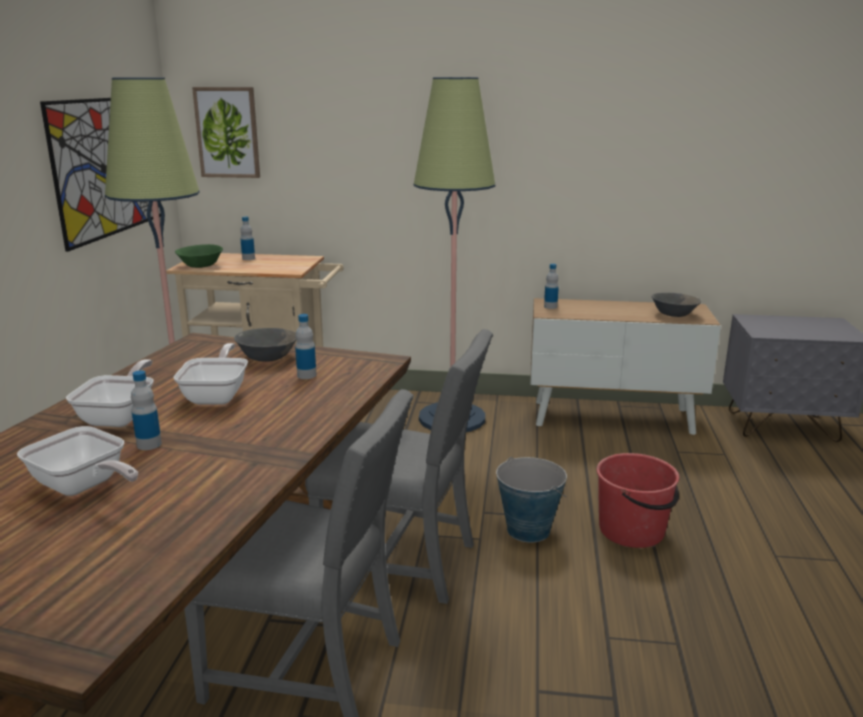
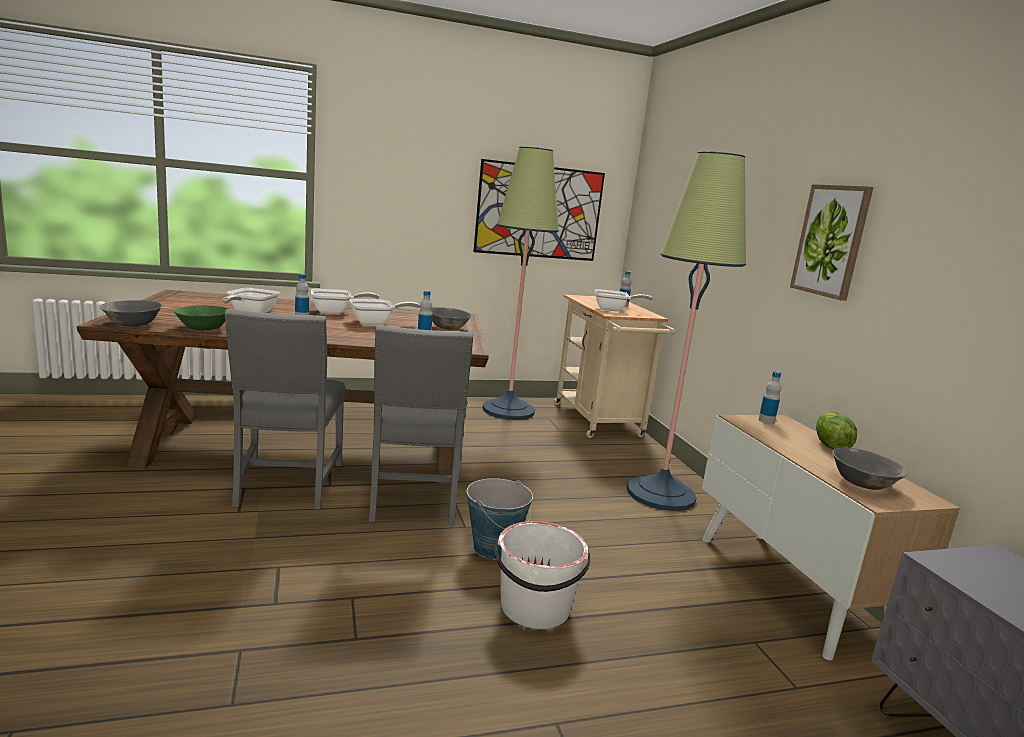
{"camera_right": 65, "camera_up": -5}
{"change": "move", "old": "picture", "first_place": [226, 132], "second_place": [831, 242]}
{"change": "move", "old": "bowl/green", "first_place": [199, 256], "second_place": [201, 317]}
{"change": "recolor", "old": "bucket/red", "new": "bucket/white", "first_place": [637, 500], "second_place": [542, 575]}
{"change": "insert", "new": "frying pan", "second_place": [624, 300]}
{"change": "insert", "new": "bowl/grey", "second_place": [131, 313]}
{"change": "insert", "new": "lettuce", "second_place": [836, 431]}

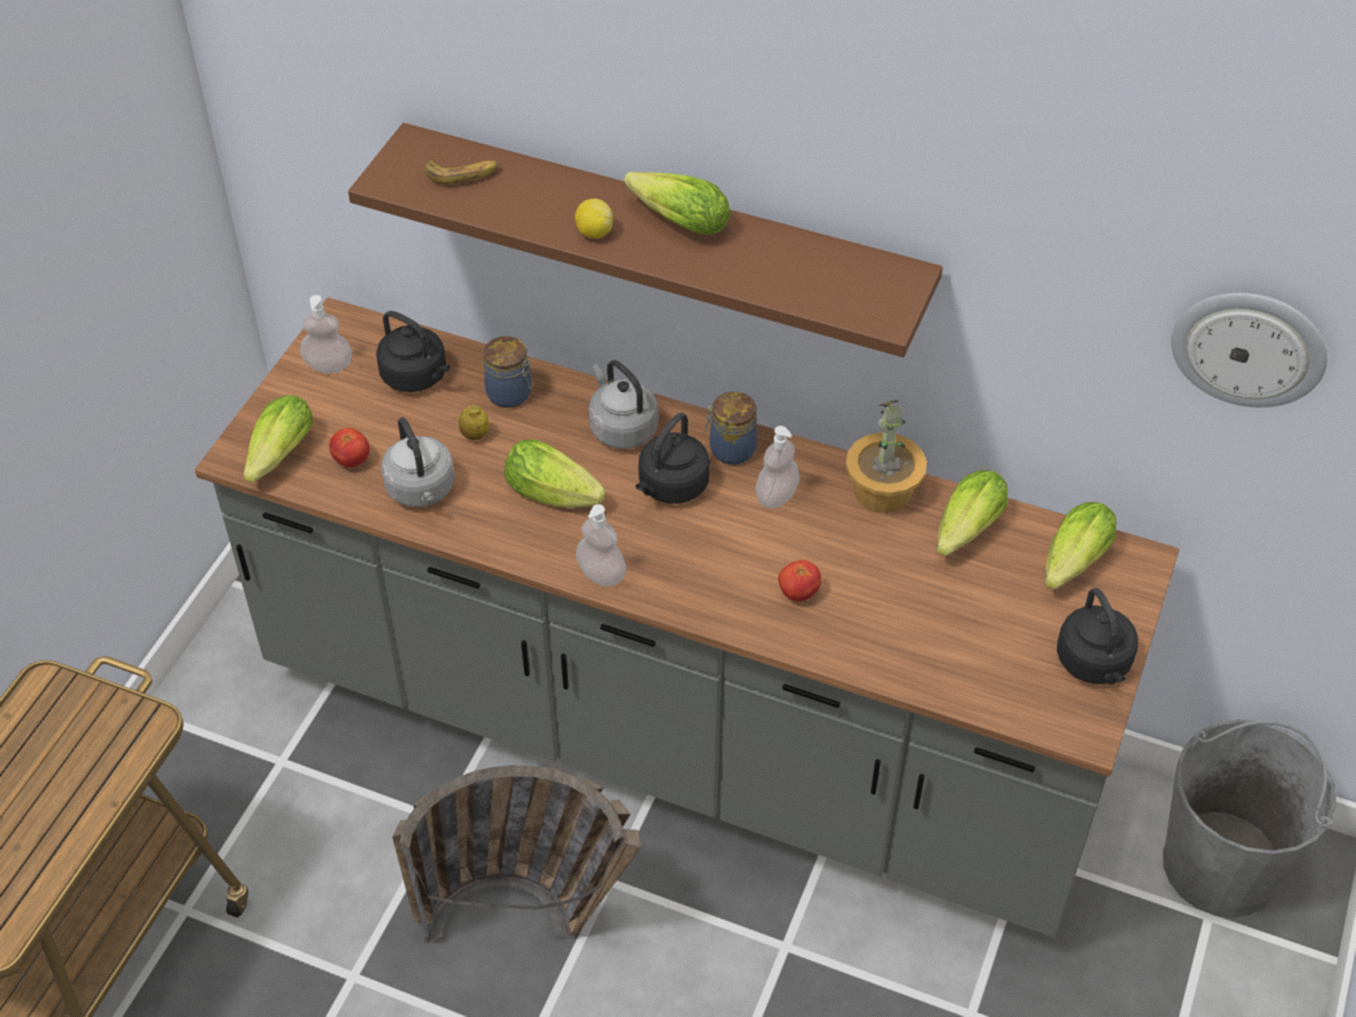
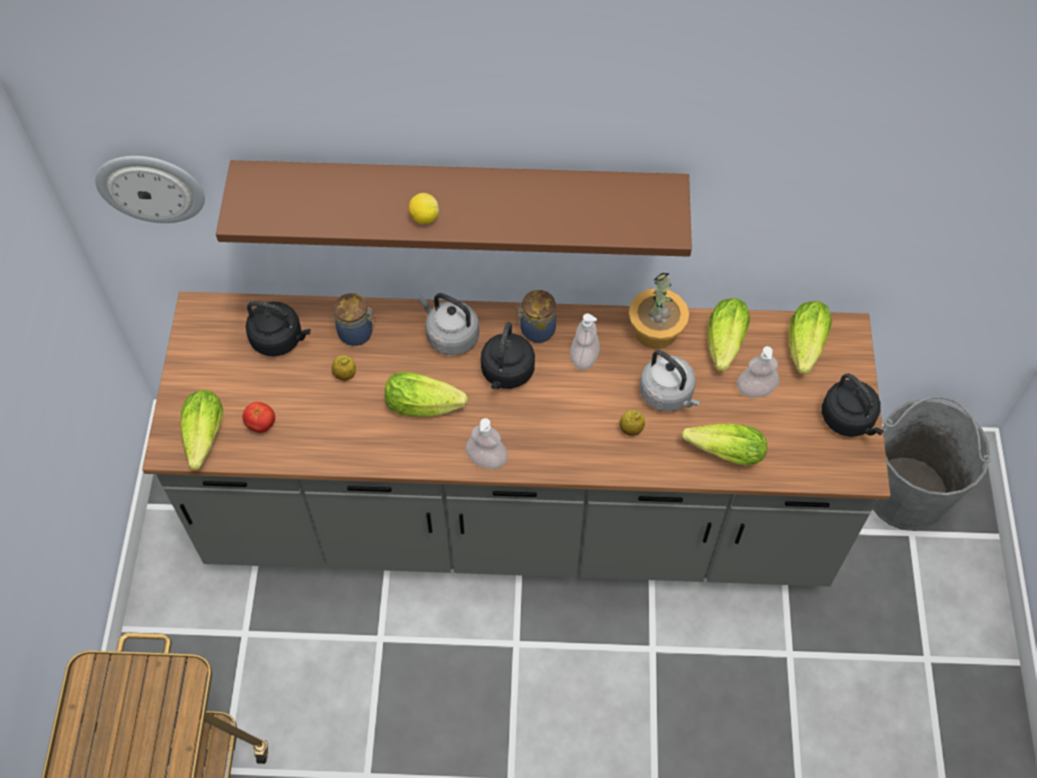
{"camera_right": -20, "camera_up": 10}
{"change": "delete", "old": "banana", "first_place": [462, 172]}
{"change": "move", "old": "lettuce", "first_place": [677, 203], "second_place": [724, 444]}
{"change": "move", "old": "wall clock", "first_place": [1249, 350], "second_place": [150, 189]}
{"change": "move", "old": "soap dispenser", "first_place": [326, 334], "second_place": [758, 372]}
{"change": "move", "old": "kettle/grey", "first_place": [418, 462], "second_place": [670, 380]}
{"change": "replace", "old": "tomato", "new": "lemon", "first_place": [799, 581], "second_place": [632, 423]}
{"change": "delete", "old": "basket", "first_place": [516, 854]}

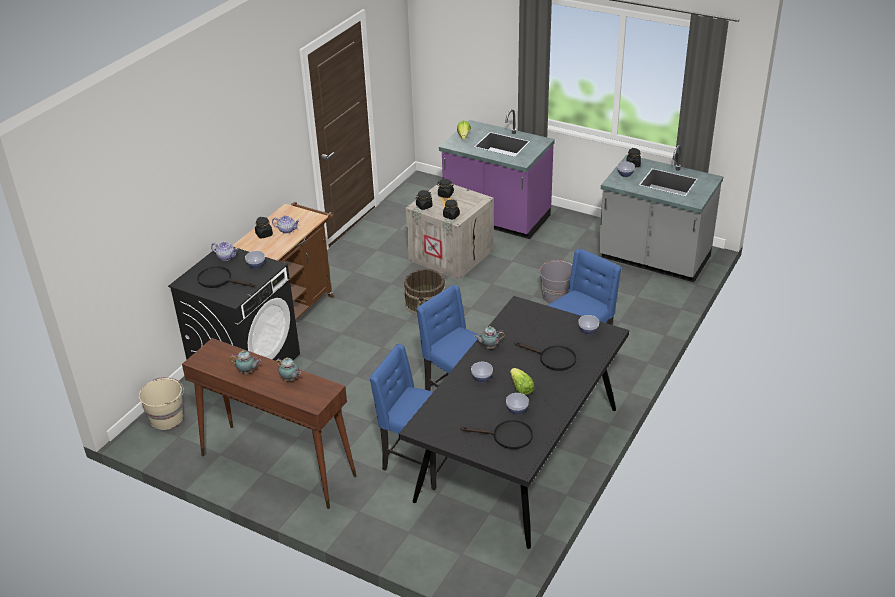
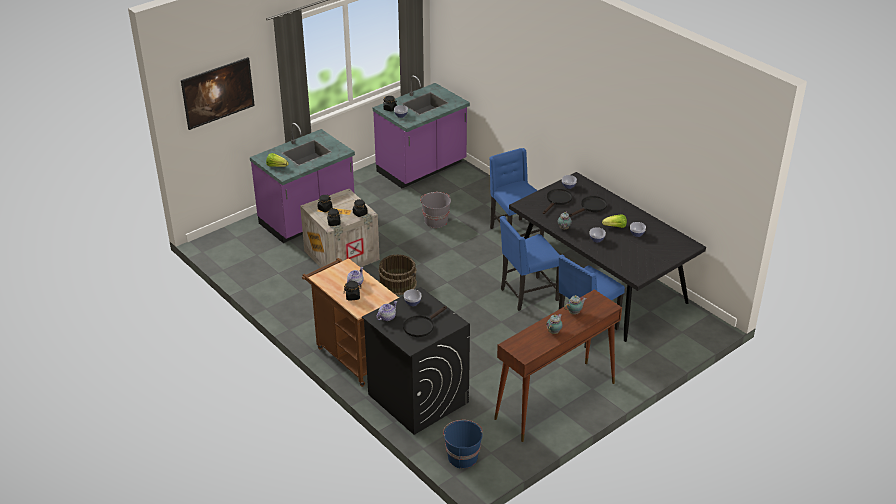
{"camera_right": -70, "camera_up": 0}
{"change": "recolor", "old": "counter/grey", "new": "counter/purple", "first_place": [661, 213], "second_place": [421, 131]}
{"change": "recolor", "old": "bucket/beige", "new": "bucket/blue", "first_place": [161, 403], "second_place": [463, 444]}
{"change": "move", "old": "frying pan/black", "first_place": [497, 434], "second_place": [557, 201]}
{"change": "insert", "new": "picture", "second_place": [218, 93]}

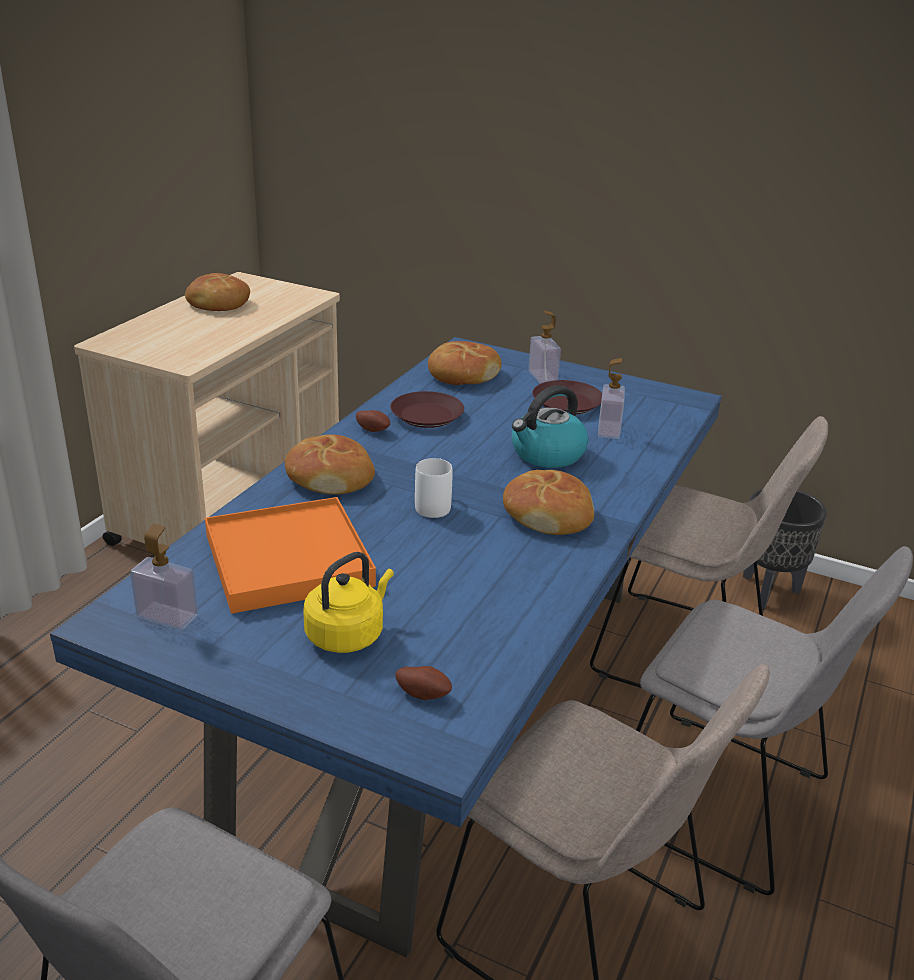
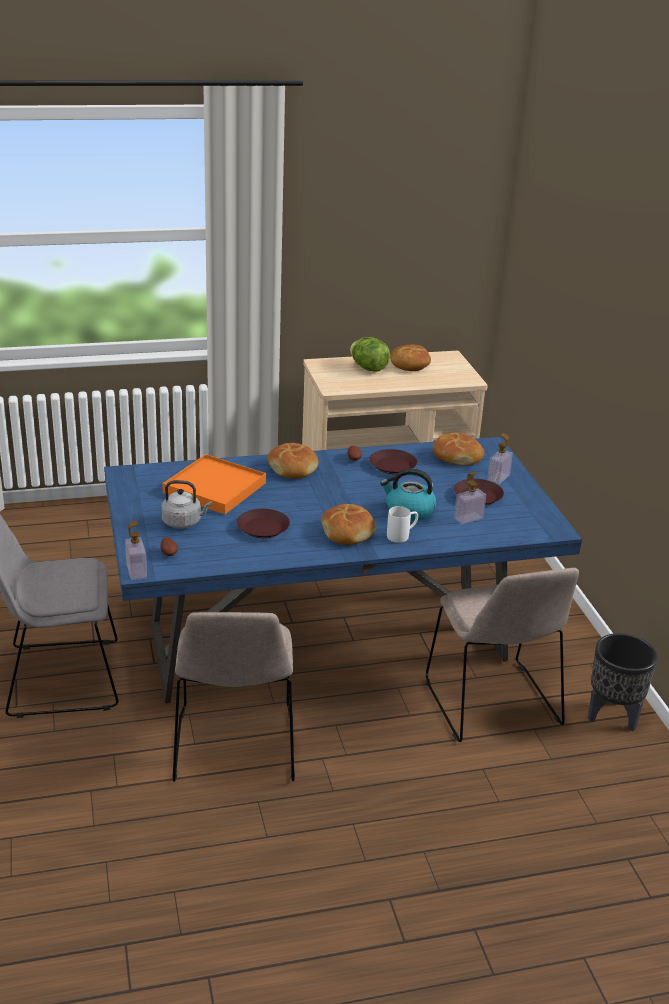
{"camera_right": 50, "camera_up": 0}
{"change": "move", "old": "mug/white", "first_place": [434, 488], "second_place": [402, 524]}
{"change": "move", "old": "soap dispenser", "first_place": [164, 577], "second_place": [136, 550]}
{"change": "delete", "old": "chair/grey", "first_place": [774, 720]}
{"change": "recolor", "old": "kettle/yellow", "new": "kettle/grey", "first_place": [348, 602], "second_place": [186, 504]}
{"change": "insert", "new": "lettuce", "second_place": [370, 354]}
{"change": "insert", "new": "plate/brown", "second_place": [263, 523]}

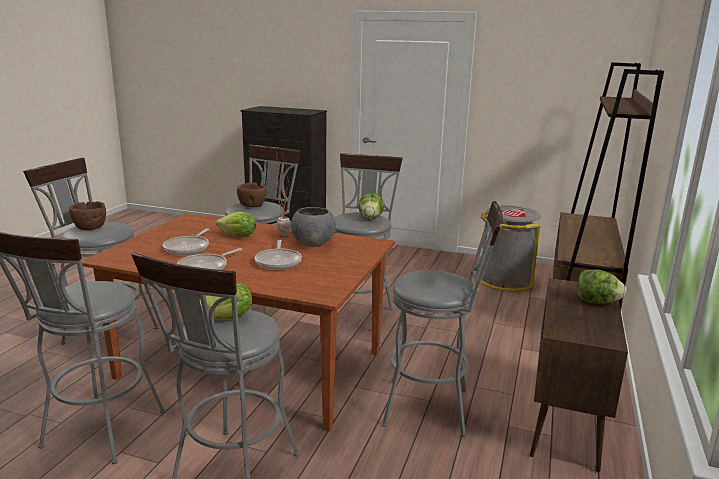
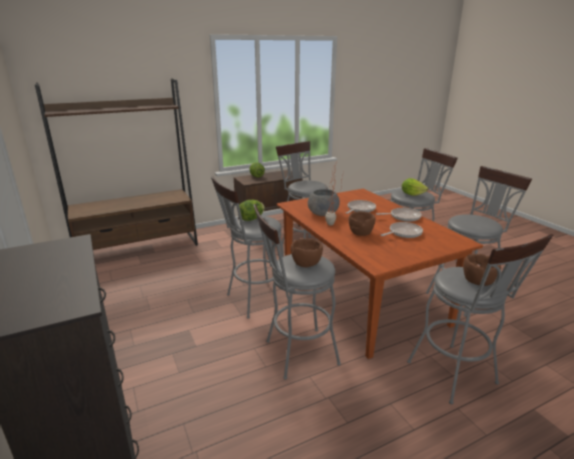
{"camera_right": -135, "camera_up": 5}
{"change": "delete", "old": "trash can/grey", "first_place": [511, 248]}
{"change": "replace", "old": "lettuce", "new": "bowl/brown", "first_place": [236, 224], "second_place": [361, 223]}

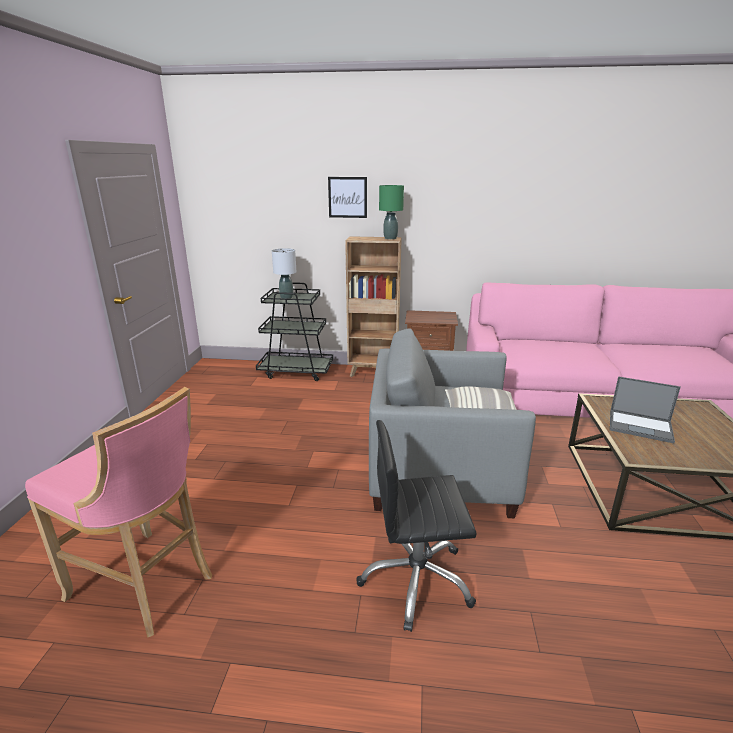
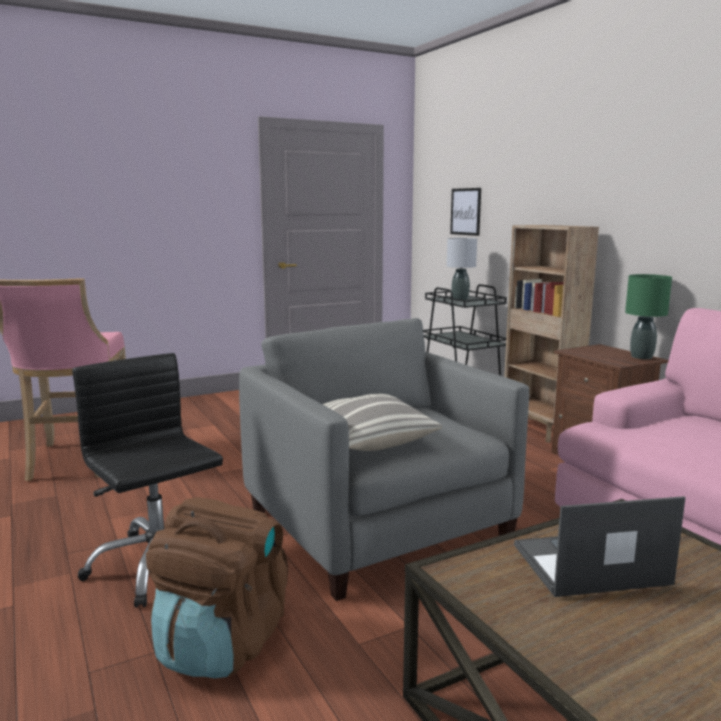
{"camera_right": 55, "camera_up": -10}
{"change": "move", "old": "picture", "first_place": [347, 197], "second_place": [465, 212]}
{"change": "move", "old": "table lamp/green", "first_place": [391, 212], "second_place": [648, 316]}
{"change": "rotate", "old": "laptop", "first_place": [645, 409], "second_place": [599, 546], "degrees": 90}
{"change": "insert", "new": "backpack/brown", "second_place": [217, 587]}

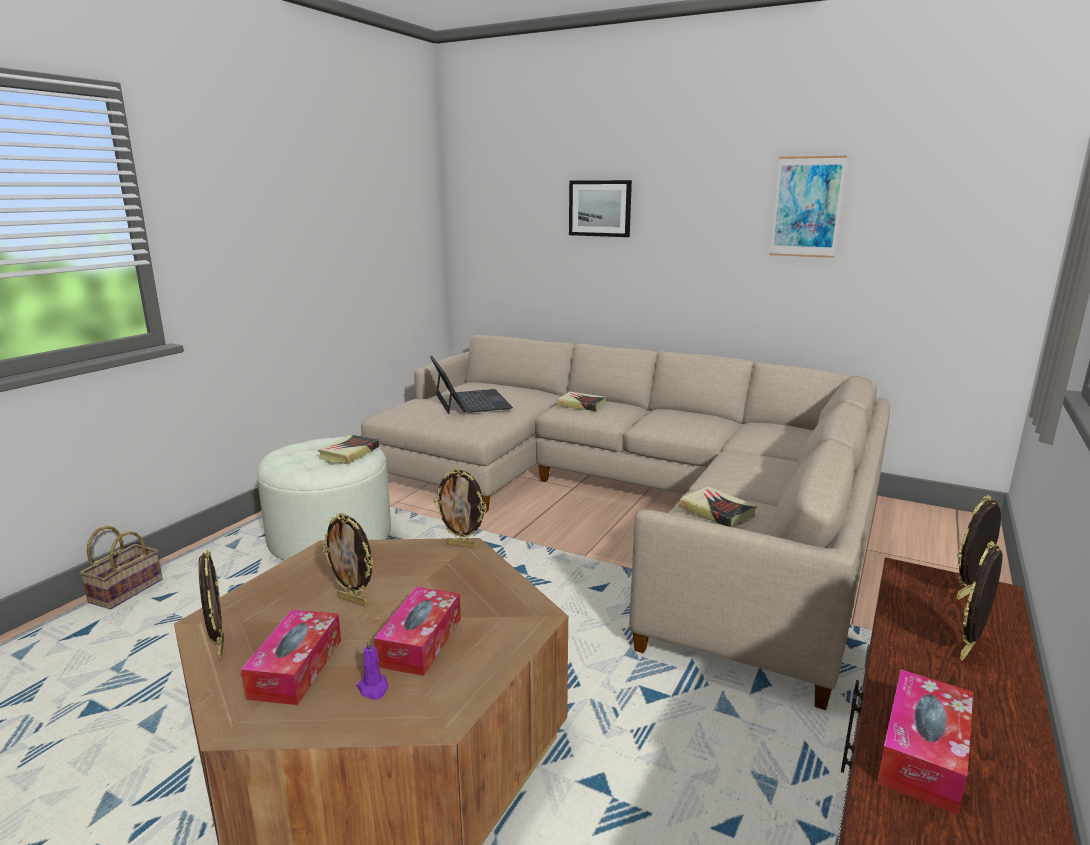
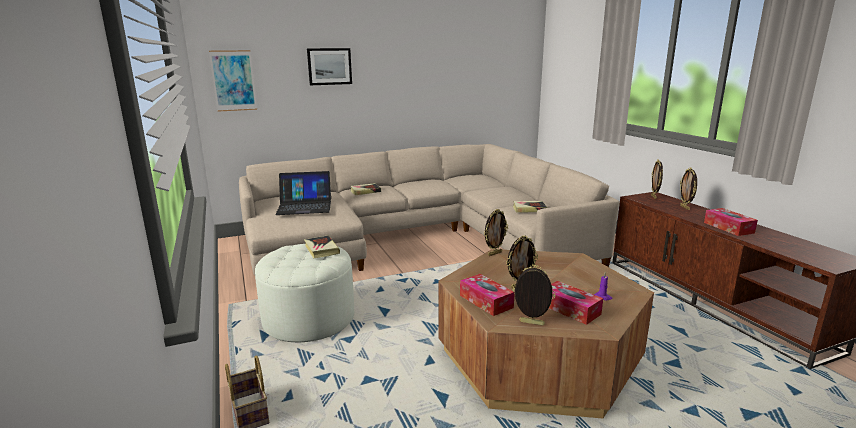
{"camera_right": -50, "camera_up": 0}
{"change": "move", "old": "picture", "first_place": [808, 207], "second_place": [233, 81]}
{"change": "rotate", "old": "laptop", "first_place": [471, 385], "second_place": [303, 193], "degrees": 150}
{"change": "move", "old": "tissue box", "first_place": [417, 631], "second_place": [487, 295]}

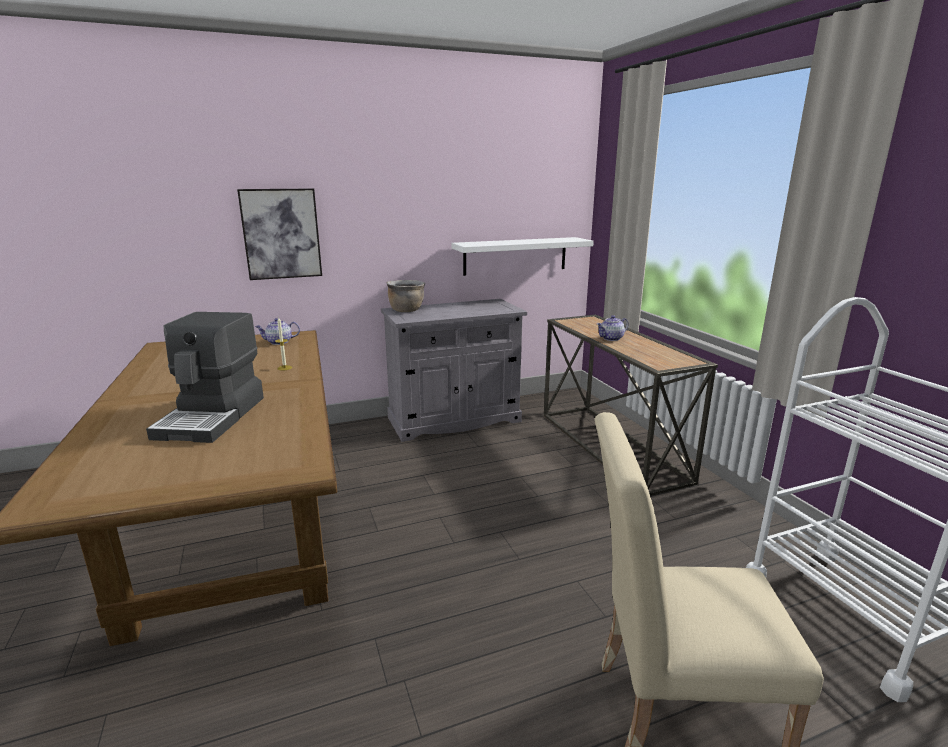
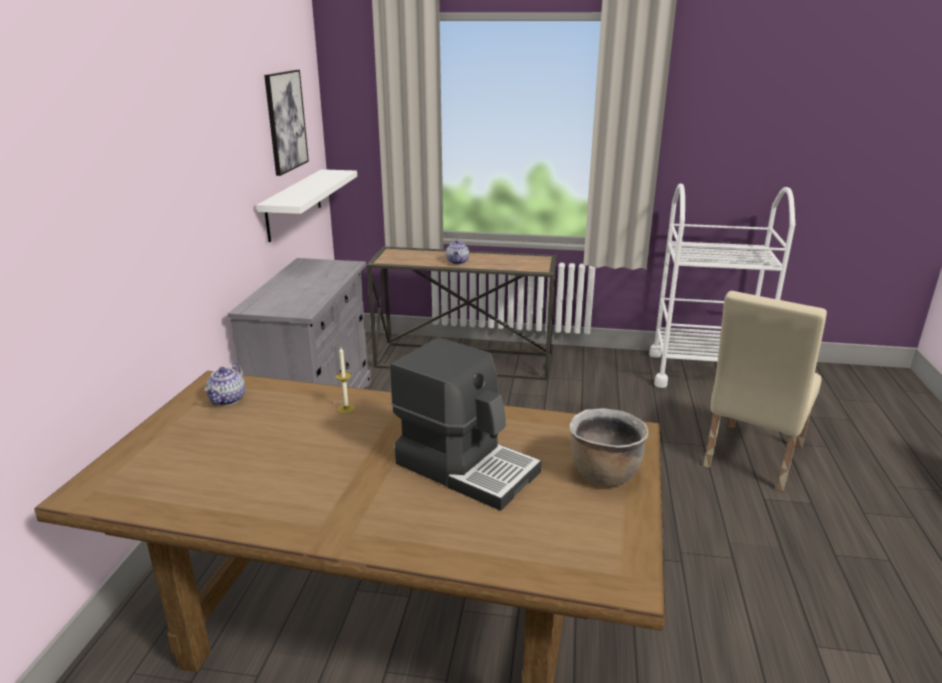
{"camera_right": -60, "camera_up": 5}
{"change": "move", "old": "picture", "first_place": [279, 234], "second_place": [286, 123]}
{"change": "move", "old": "cooking pot/brown", "first_place": [406, 296], "second_place": [609, 447]}

